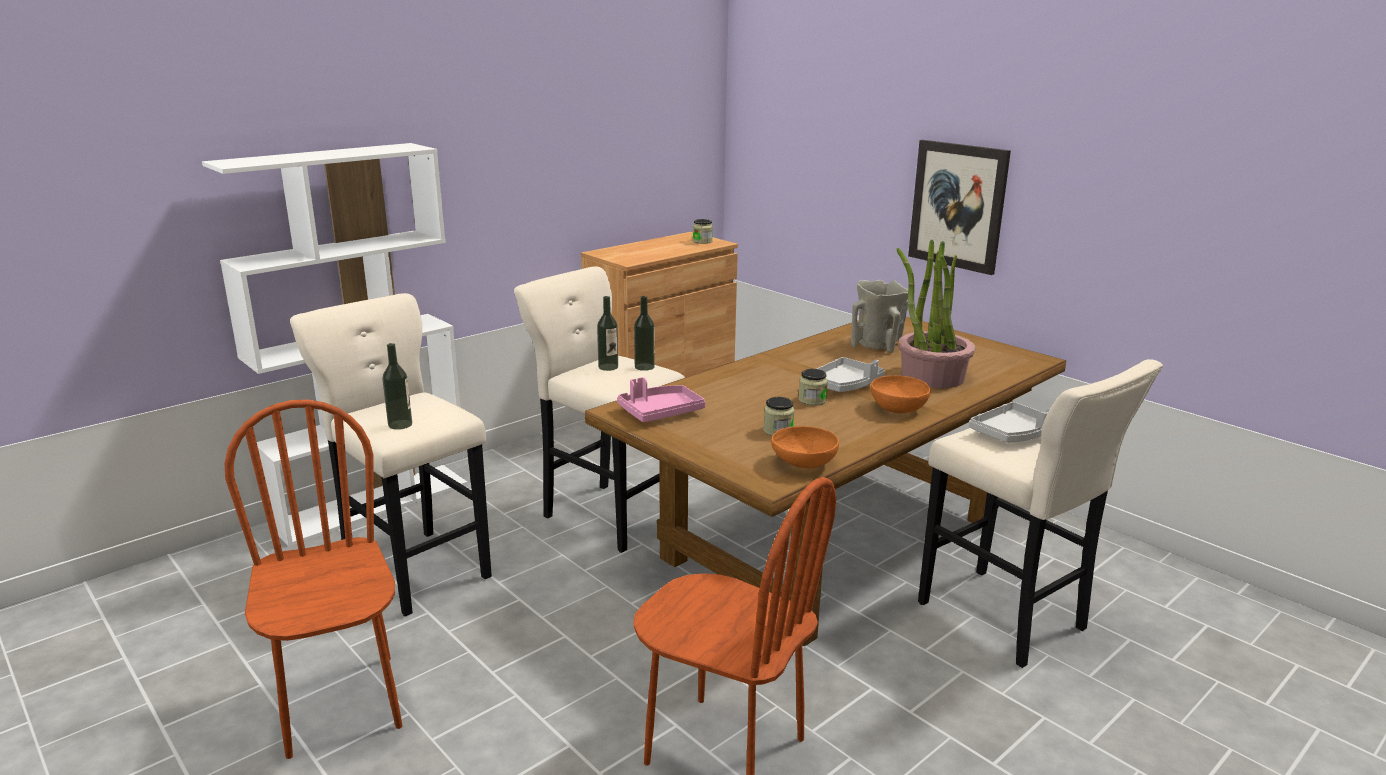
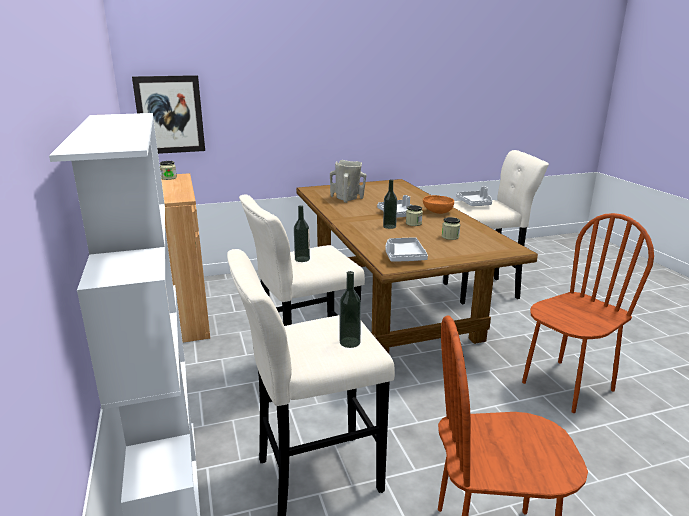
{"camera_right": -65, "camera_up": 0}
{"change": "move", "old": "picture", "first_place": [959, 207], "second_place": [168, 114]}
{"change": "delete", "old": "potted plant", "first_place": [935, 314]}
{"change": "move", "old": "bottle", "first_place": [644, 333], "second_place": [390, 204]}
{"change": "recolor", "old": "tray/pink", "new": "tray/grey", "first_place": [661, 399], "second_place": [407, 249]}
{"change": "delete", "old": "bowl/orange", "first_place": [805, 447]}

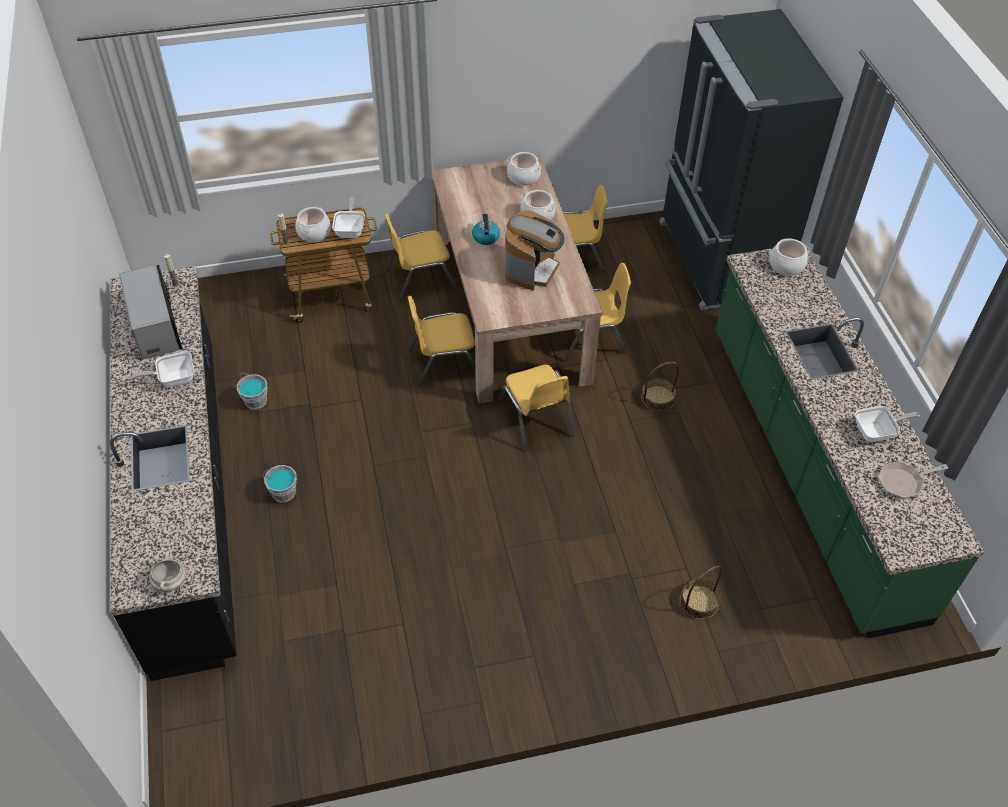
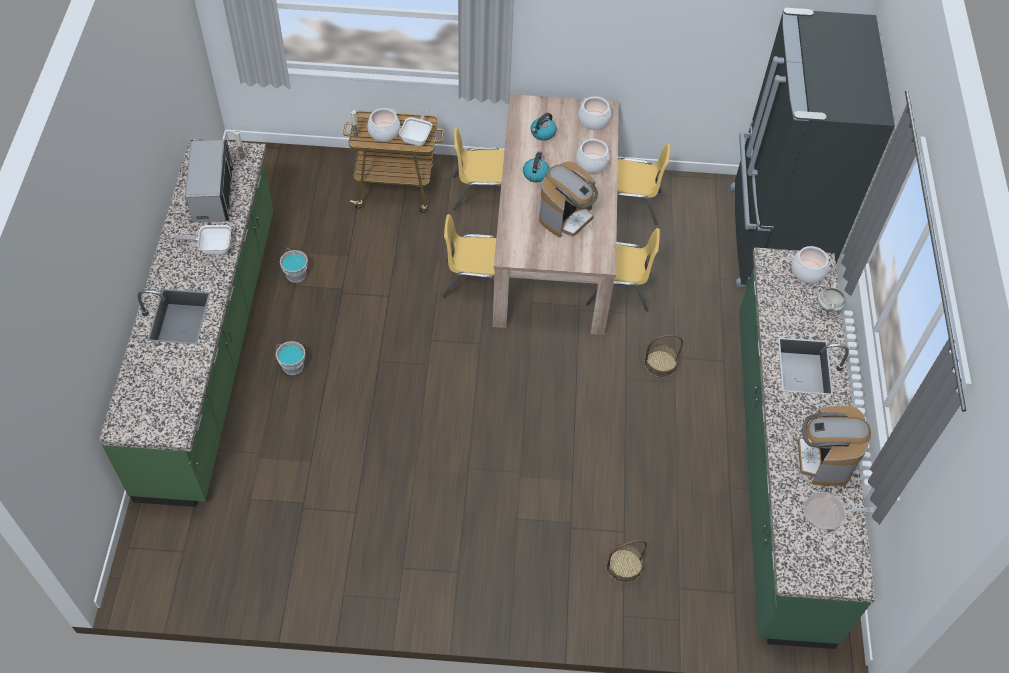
{"camera_right": 15, "camera_up": 5}
{"change": "recolor", "old": "counter/black", "new": "counter/green", "first_place": [173, 473], "second_place": [186, 323]}
{"change": "delete", "old": "chair/yellow", "first_place": [536, 408]}
{"change": "replace", "old": "frying pan", "new": "coffee machine", "first_place": [887, 424], "second_place": [834, 446]}
{"change": "move", "old": "cooking pot/white", "first_place": [167, 571], "second_place": [832, 297]}
{"change": "insert", "new": "kettle", "second_place": [544, 127]}

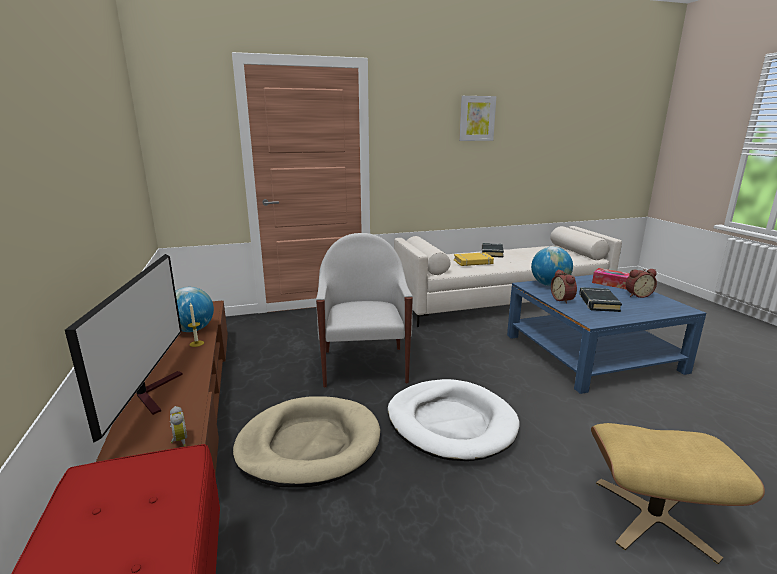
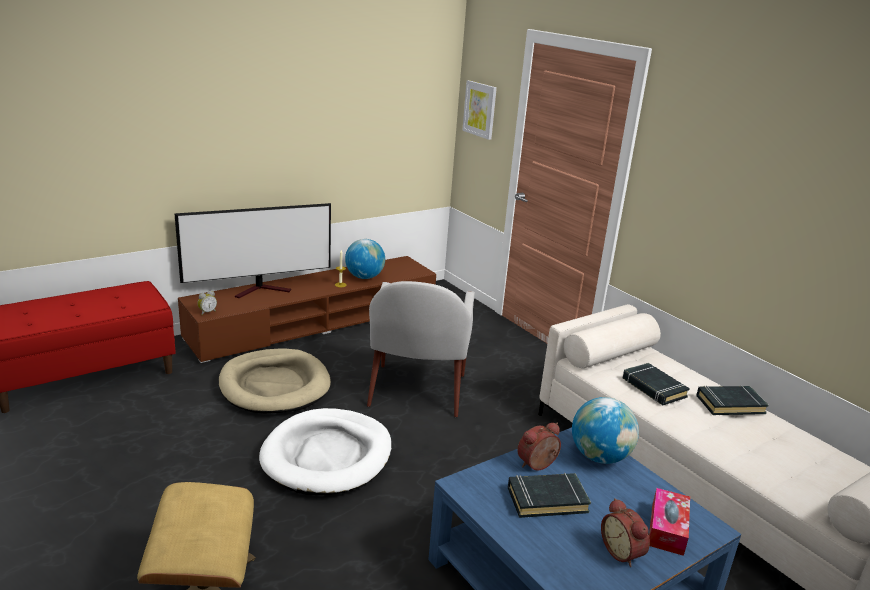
{"camera_right": 70, "camera_up": 5}
{"change": "move", "old": "picture", "first_place": [477, 118], "second_place": [479, 110]}
{"change": "rotate", "old": "armchair/white", "first_place": [364, 310], "second_place": [421, 349], "degrees": 120}
{"change": "recolor", "old": "book/yellow", "new": "book/black", "first_place": [474, 259], "second_place": [656, 384]}

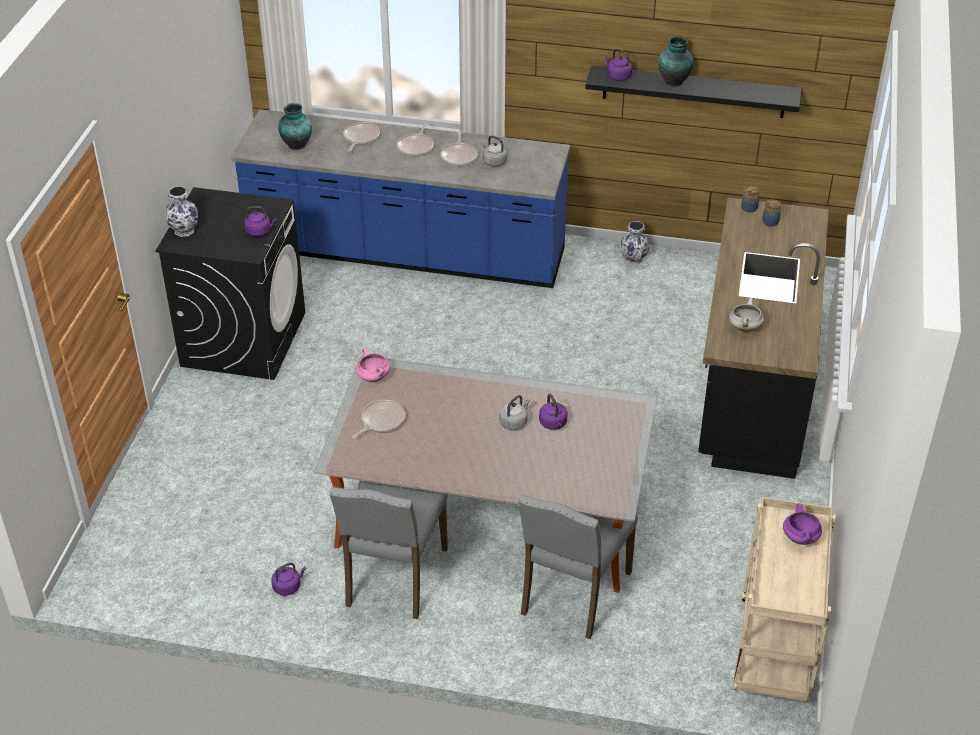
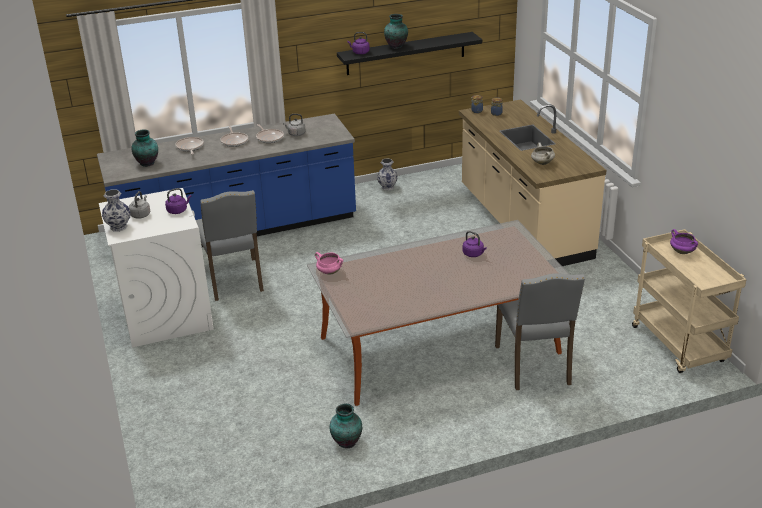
{"camera_right": -30, "camera_up": -10}
{"change": "recolor", "old": "washing machine/black", "new": "washing machine/white", "first_place": [230, 283], "second_place": [156, 268]}
{"change": "recolor", "old": "counter/black", "new": "counter/beige", "first_place": [763, 338], "second_place": [532, 183]}
{"change": "move", "old": "kettle/grey", "first_place": [514, 412], "second_place": [139, 205]}
{"change": "delete", "old": "frying pan", "first_place": [379, 419]}
{"change": "move", "old": "chair/grey", "first_place": [388, 550], "second_place": [230, 245]}
{"change": "replace", "old": "kettle/purple", "new": "vase", "first_place": [289, 579], "second_place": [346, 425]}

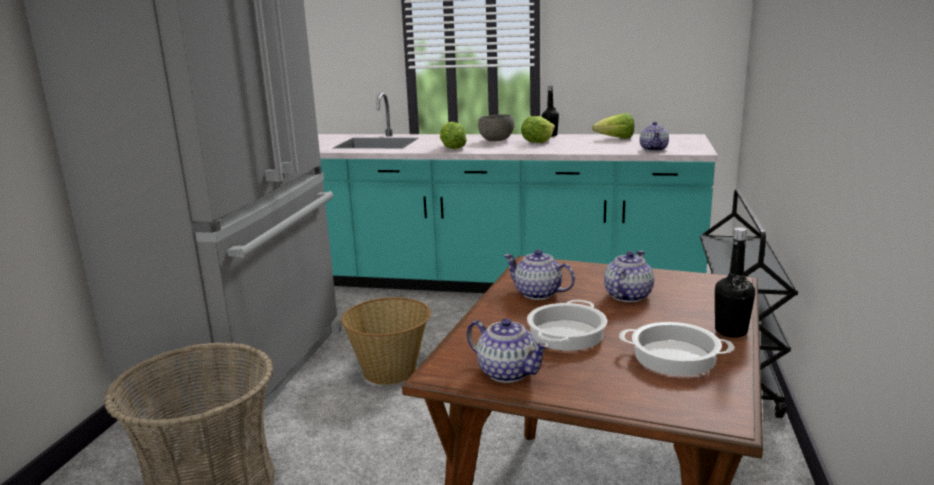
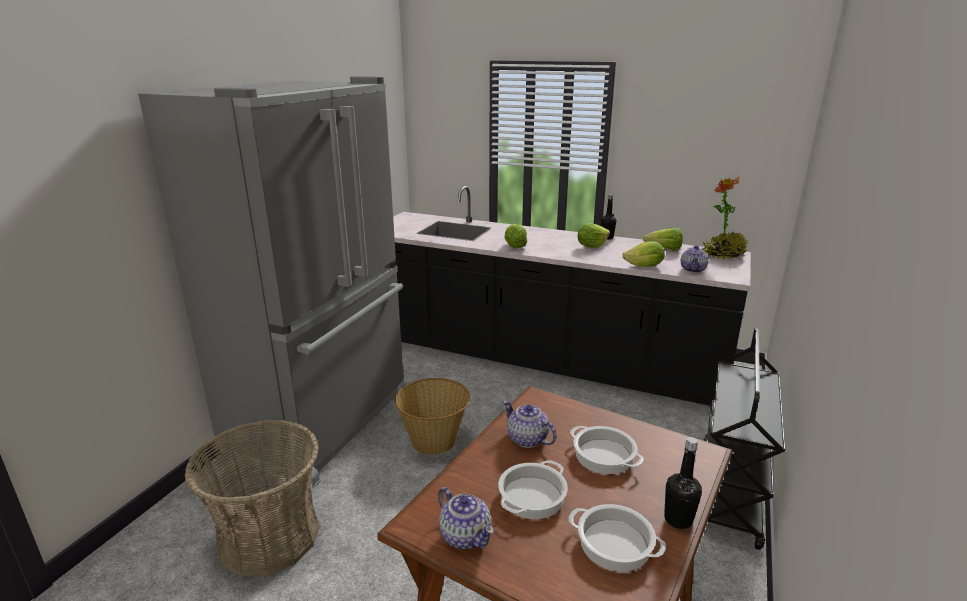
{"camera_right": 10, "camera_up": 5}
{"change": "recolor", "old": "counter/turquoise", "new": "counter/black", "first_place": [518, 192], "second_place": [572, 296]}
{"change": "delete", "old": "bowl/grey", "first_place": [496, 127]}
{"change": "replace", "old": "teapot", "new": "cooking pot", "first_place": [629, 276], "second_place": [607, 450]}
{"change": "insert", "new": "potted plant", "second_place": [726, 217]}
{"change": "insert", "new": "lettuce", "second_place": [644, 254]}

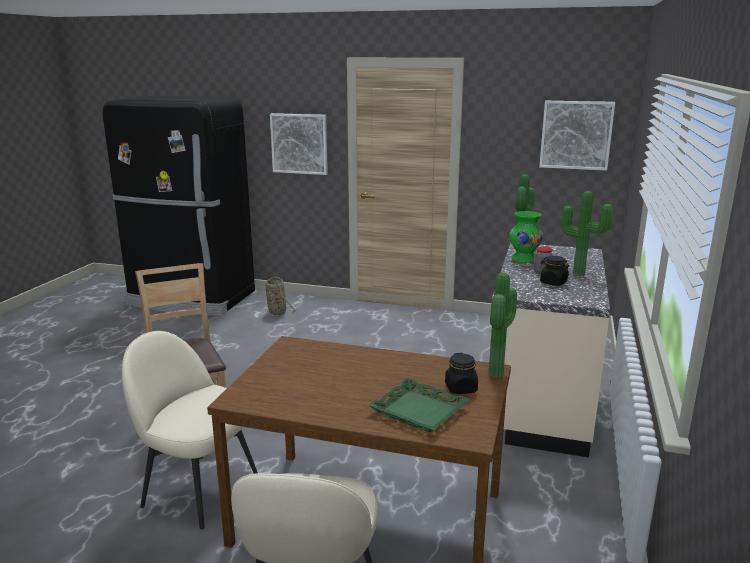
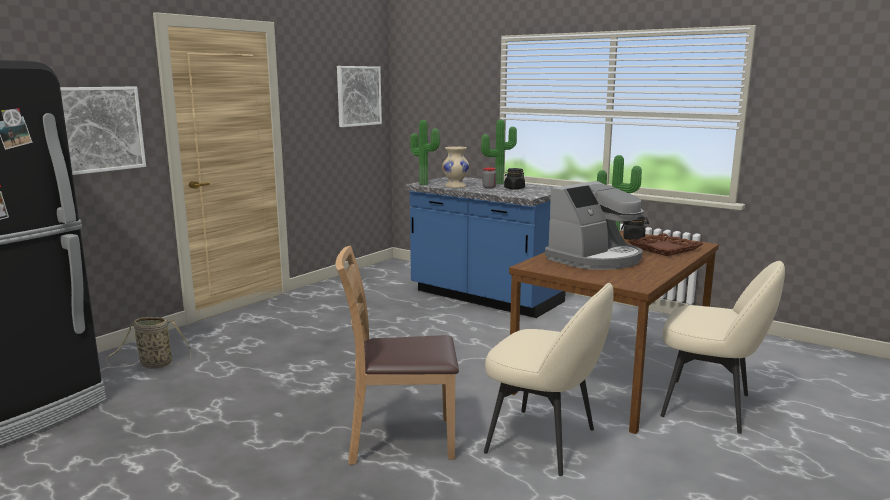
{"camera_right": -70, "camera_up": -5}
{"change": "recolor", "old": "vase/green", "new": "vase/beige", "first_place": [526, 237], "second_place": [456, 167]}
{"change": "recolor", "old": "counter/beige", "new": "counter/blue", "first_place": [550, 350], "second_place": [486, 247]}
{"change": "rotate", "old": "chair/beige", "first_place": [190, 430], "second_place": [549, 379], "degrees": -105}
{"change": "recolor", "old": "tray/green", "new": "tray/brown", "first_place": [419, 405], "second_place": [666, 244]}
{"change": "insert", "new": "coffee machine", "second_place": [594, 225]}

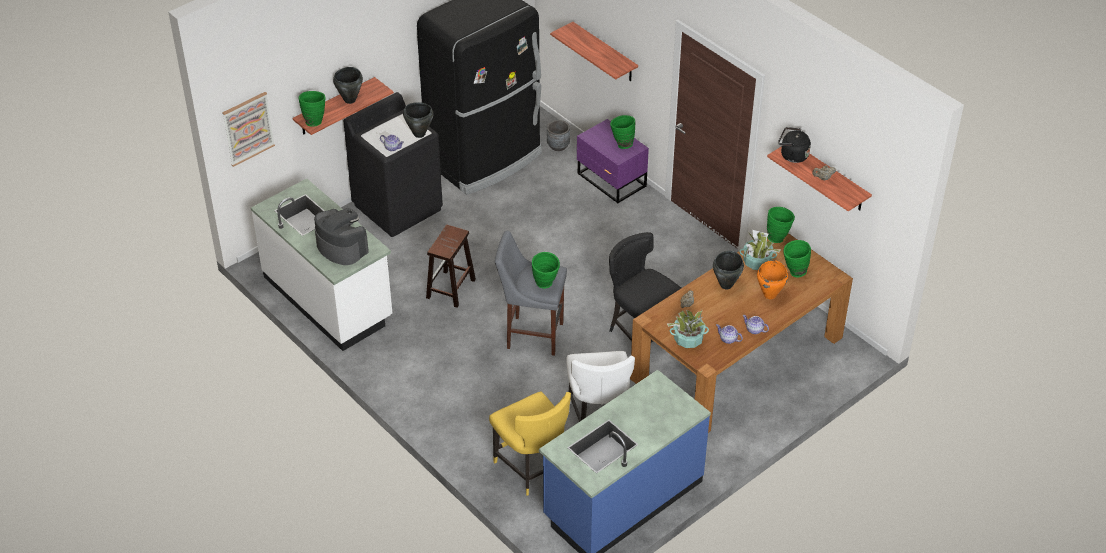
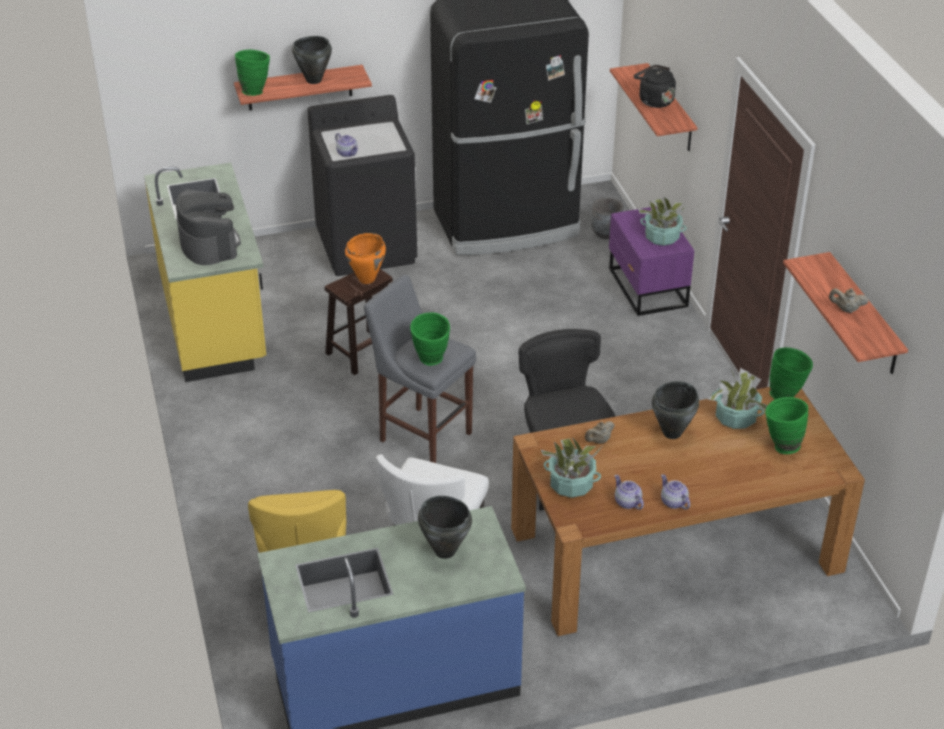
{"camera_right": 25, "camera_up": -5}
{"change": "delete", "old": "picture", "first_place": [248, 129]}
{"change": "move", "old": "cooking pot/black", "first_place": [418, 120], "second_place": [445, 527]}
{"change": "replace", "old": "vase/green", "new": "potted plant", "first_place": [622, 132], "second_place": [662, 221]}
{"change": "move", "old": "kettle/black", "first_place": [794, 145], "second_place": [655, 86]}
{"change": "recolor", "old": "counter/white", "new": "counter/yellow", "first_place": [321, 264], "second_place": [205, 272]}
{"change": "move", "old": "cooking pot/orange", "first_place": [772, 279], "second_place": [365, 258]}

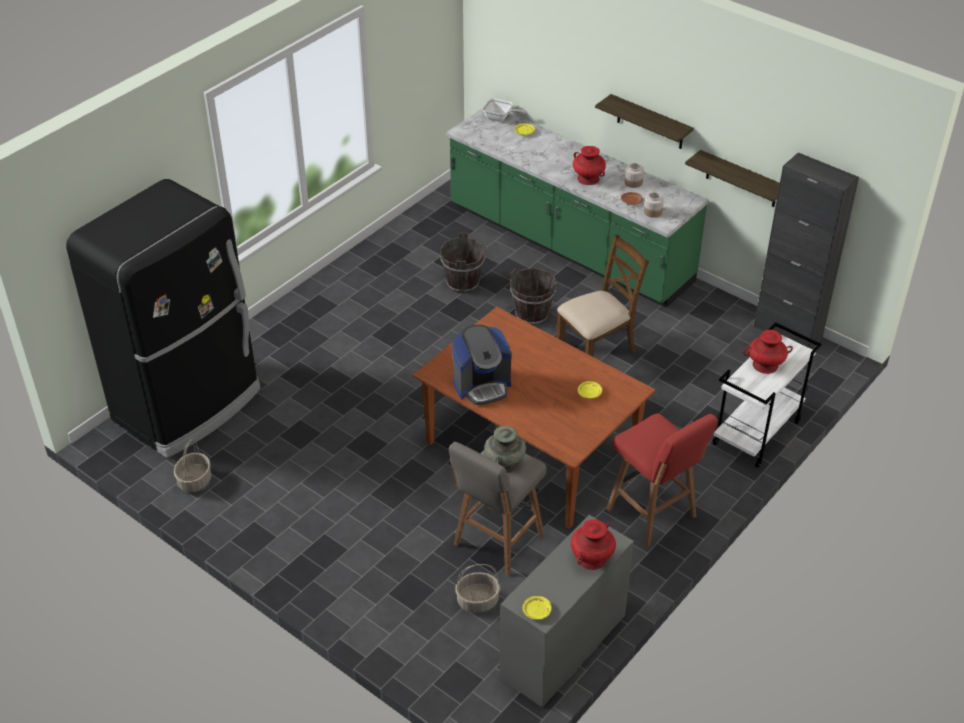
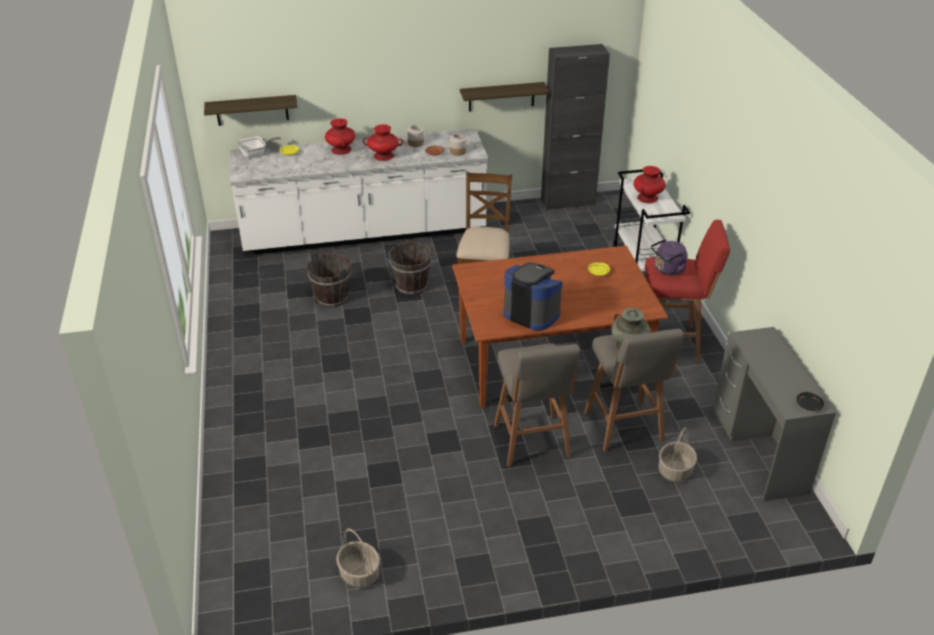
{"camera_right": -50, "camera_up": -5}
{"change": "move", "old": "shelf", "first_place": [644, 121], "second_place": [250, 110]}
{"change": "recolor", "old": "counter/green", "new": "counter/white", "first_place": [577, 208], "second_place": [359, 192]}
{"change": "delete", "old": "fridge/black", "first_place": [163, 318]}
{"change": "rotate", "old": "coffee machine", "first_place": [482, 365], "second_place": [533, 296], "degrees": -75}
{"change": "move", "old": "vase/red", "first_place": [593, 545], "second_place": [340, 136]}
{"change": "recolor", "old": "plate/yellow", "new": "plate/black", "first_place": [537, 608], "second_place": [810, 401]}
{"change": "insert", "new": "kettle/purple", "second_place": [669, 257]}
{"change": "insert", "new": "stool/grey", "second_place": [537, 405]}

